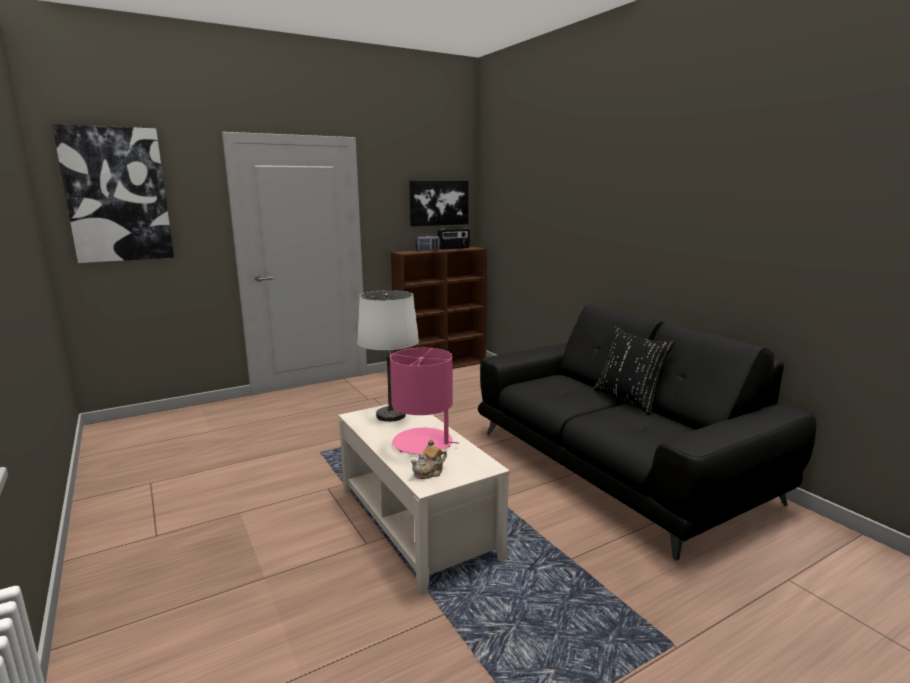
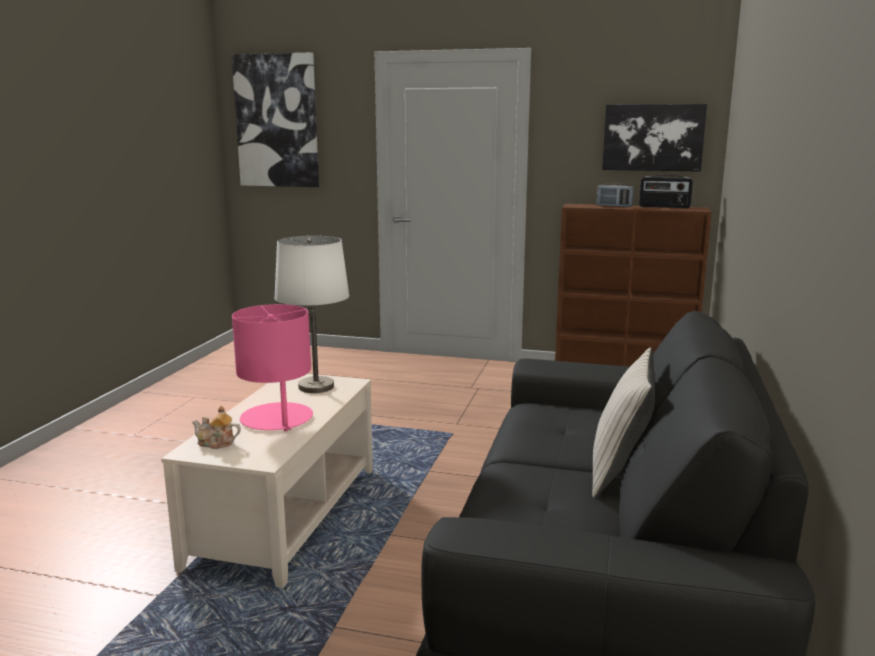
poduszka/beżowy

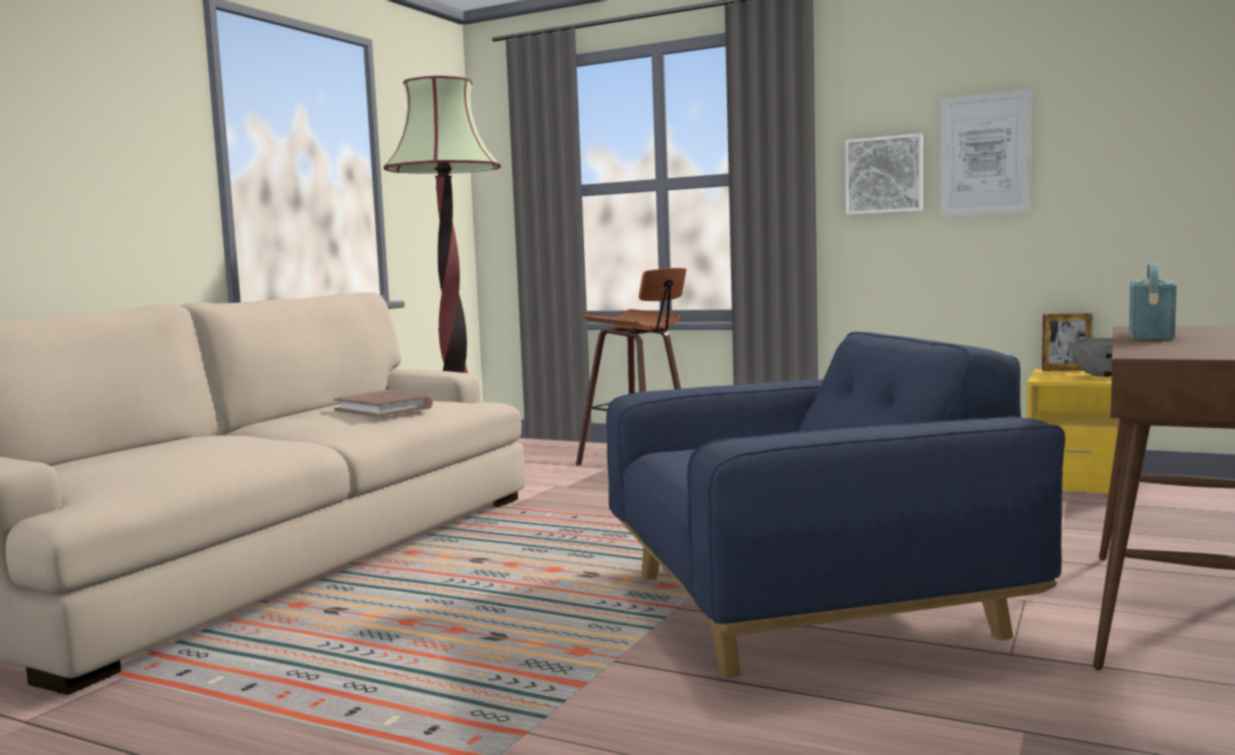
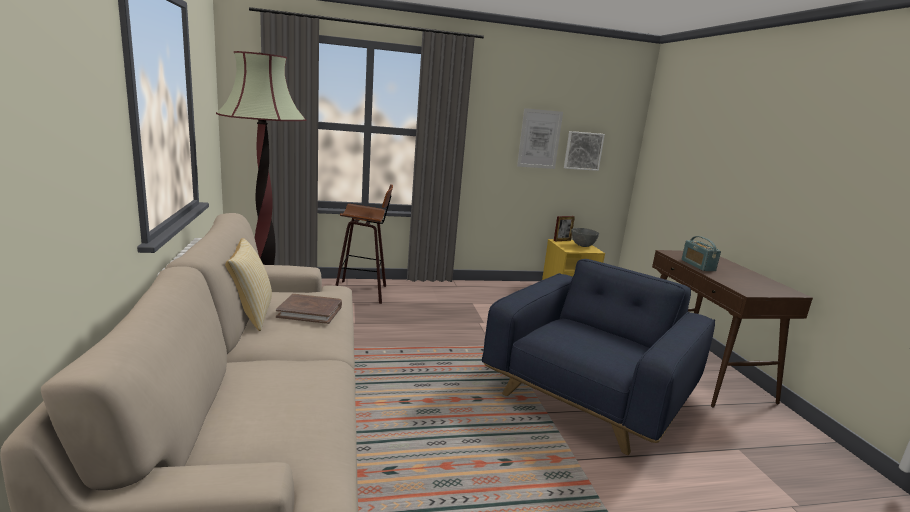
obraz (2nd from left)
poduszka

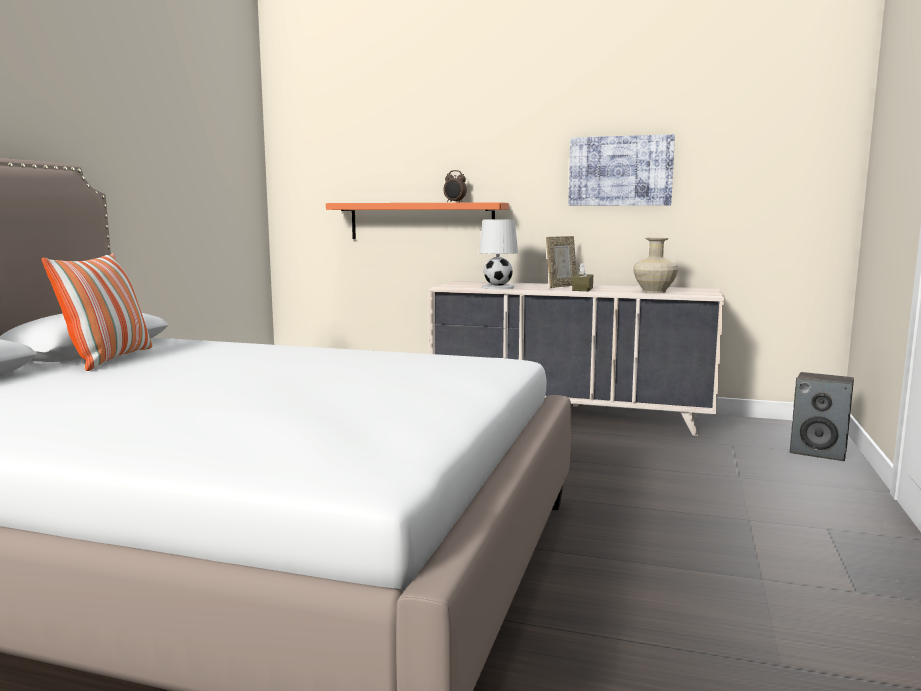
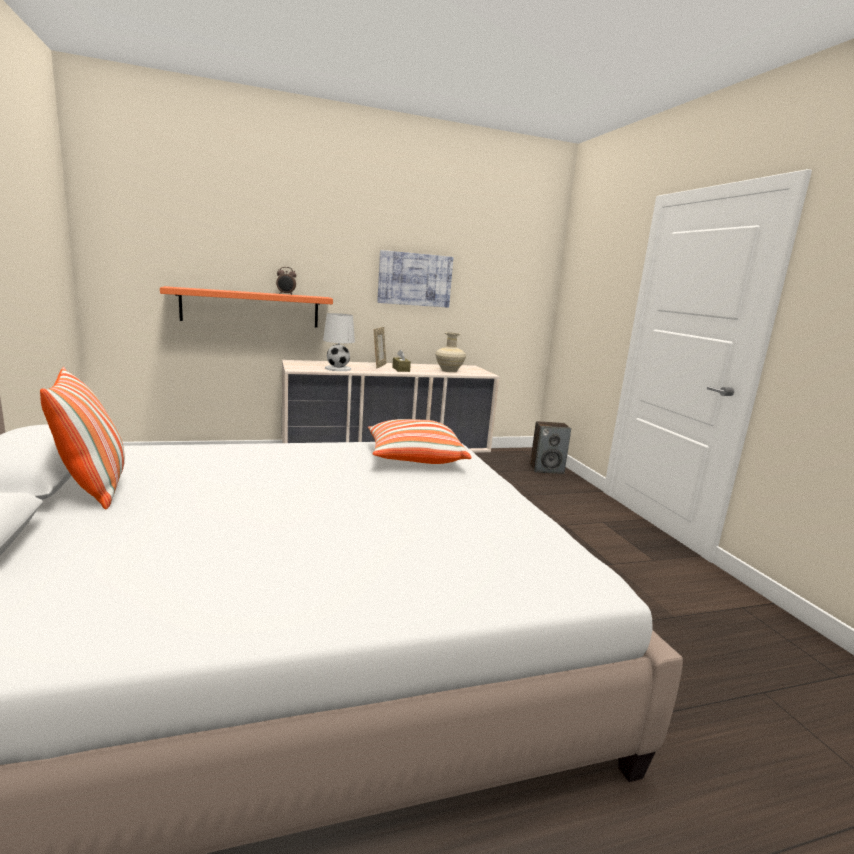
poduszka (2nd from left)

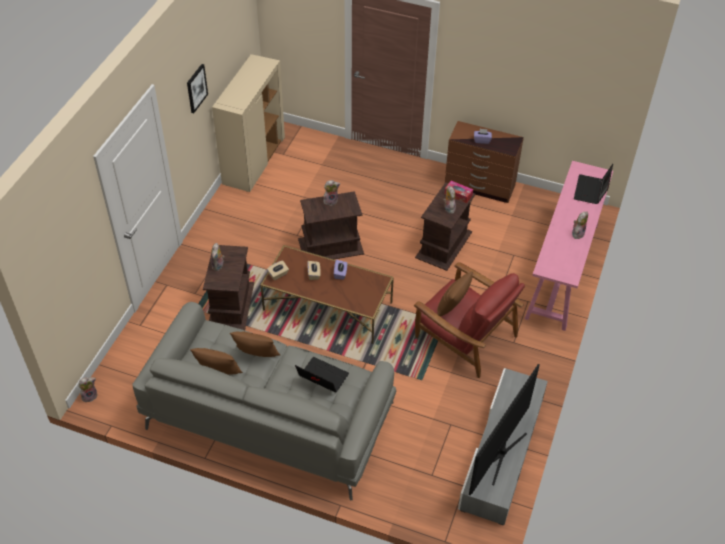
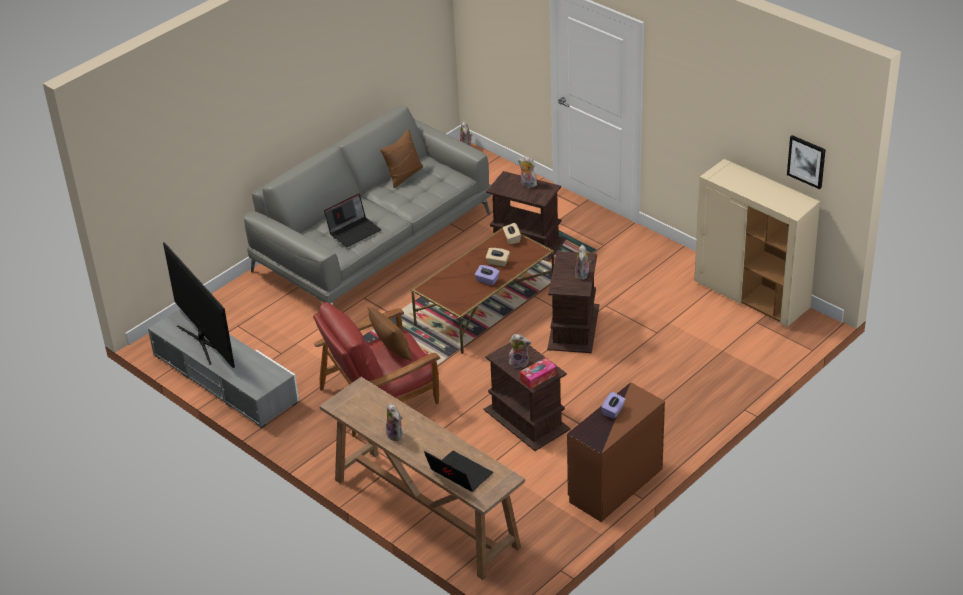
obraz
stolik konsolowy/brązowy
poduszka/brązowy (2nd from left in the first image)

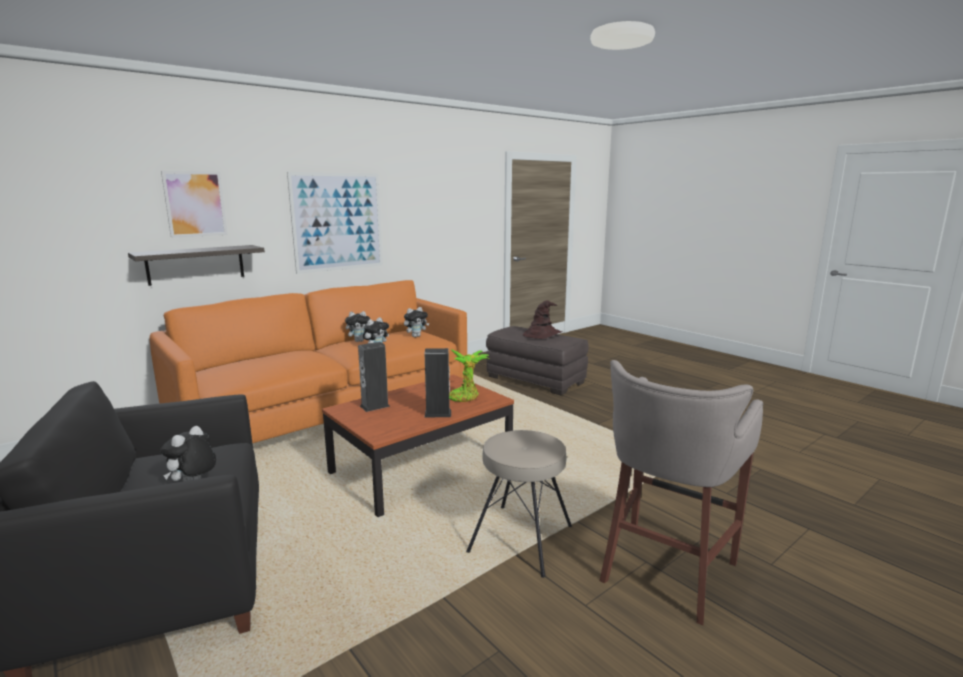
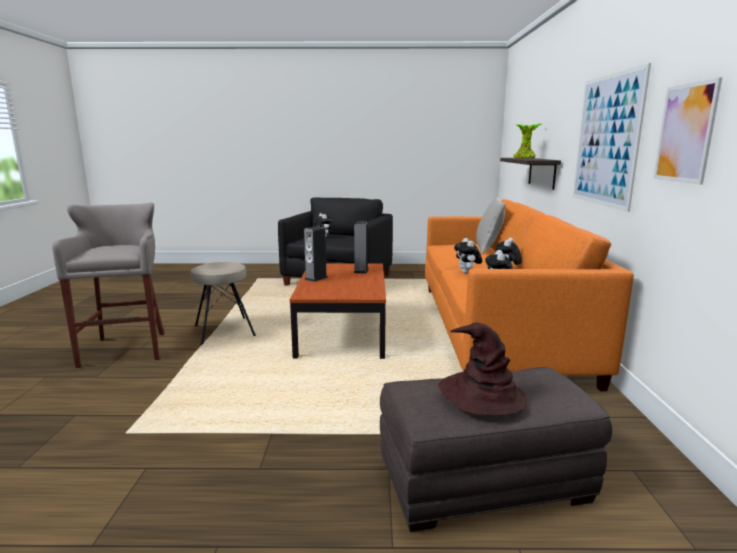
obraz (2nd from left)
roślina doniczkowa
poduszka/szary

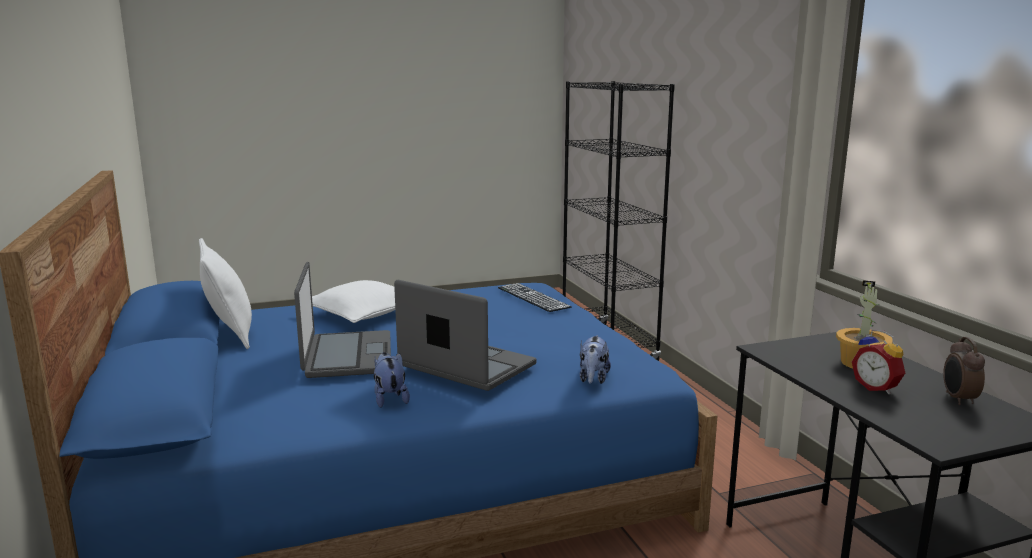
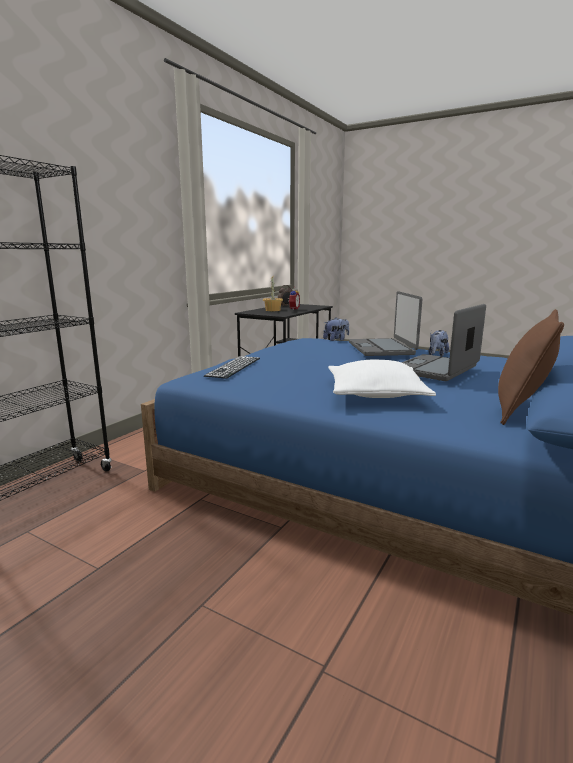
poduszka/brązowy

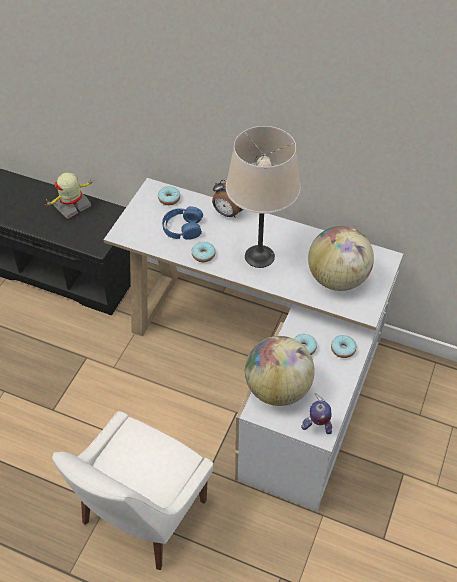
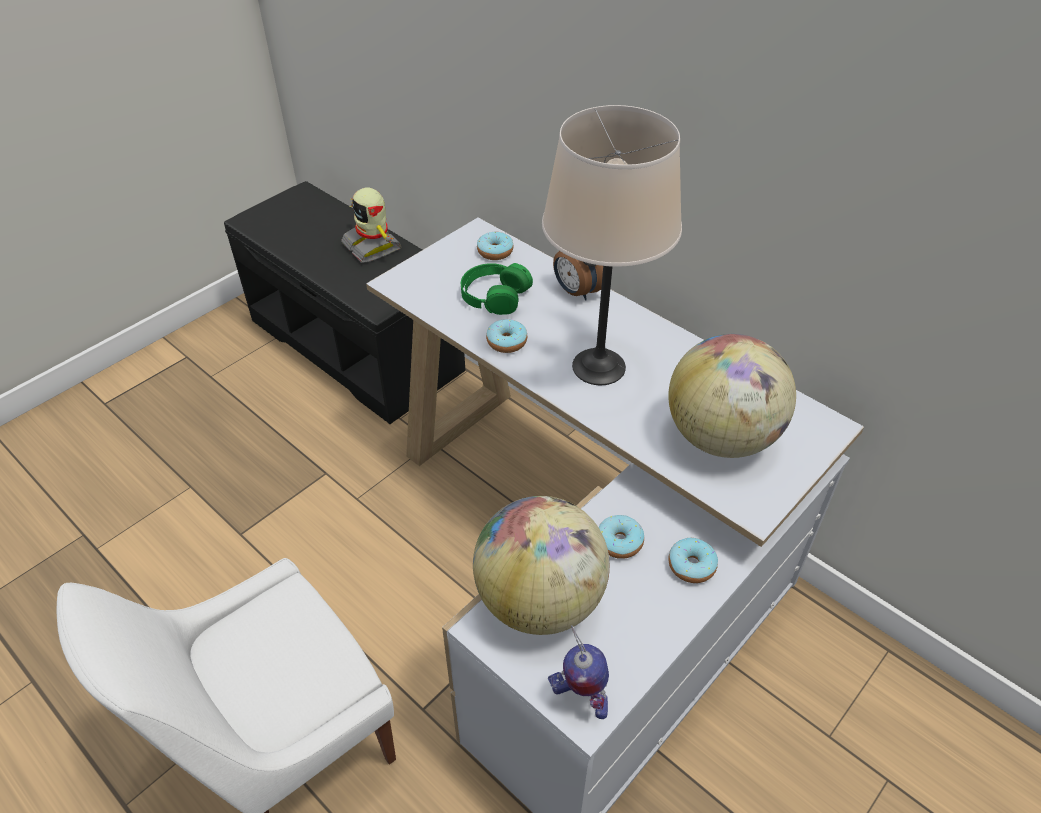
robot zabawkowy (1st from left)
słuchawki/zielony

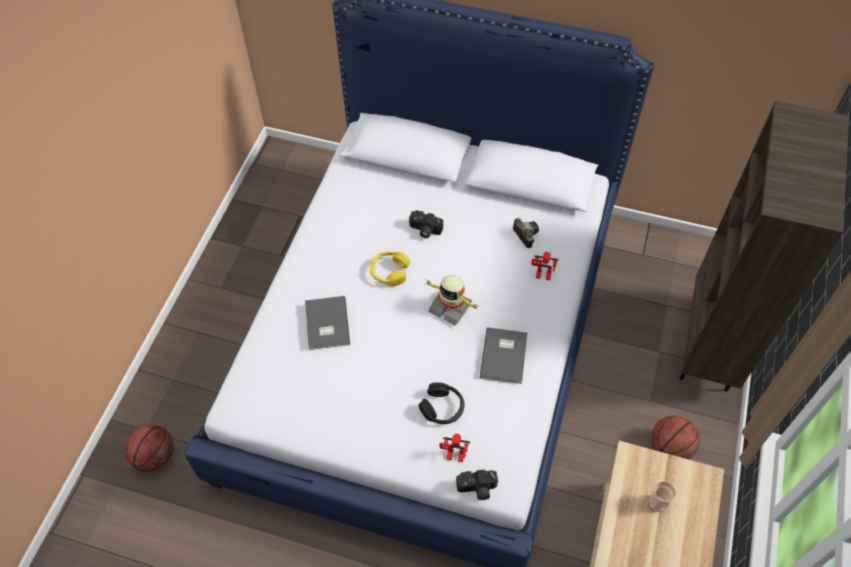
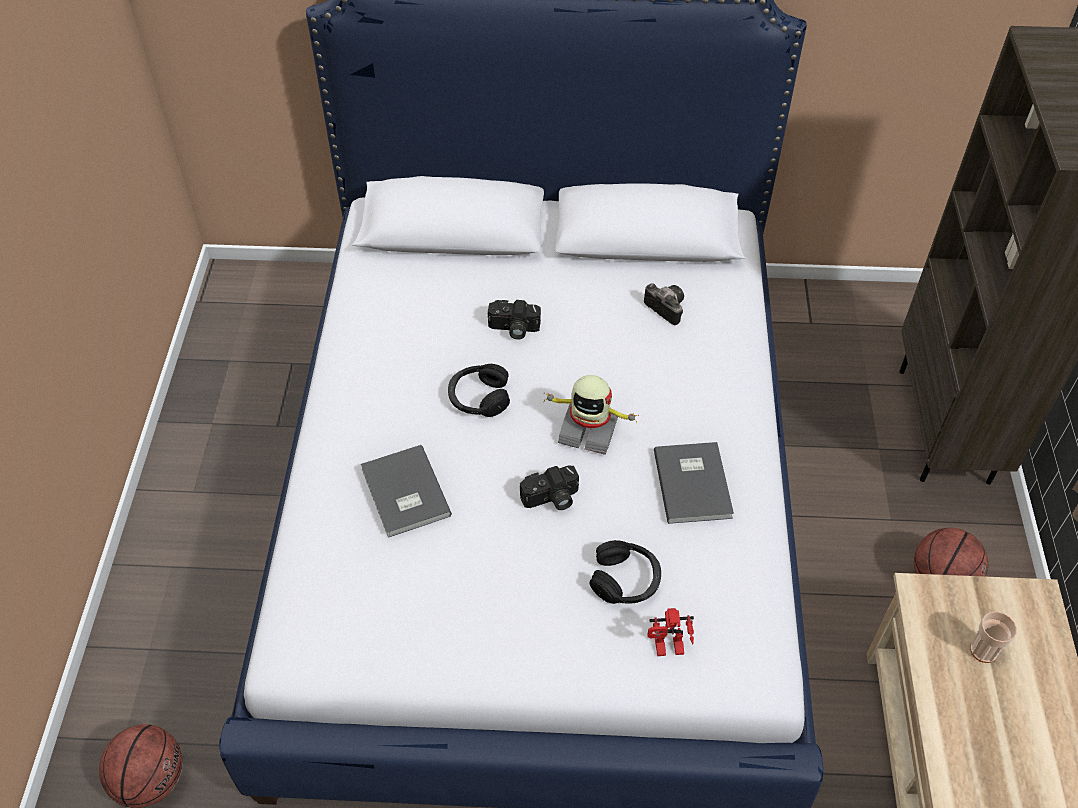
słuchawki/czarny (1st from left)
robot zabawkowy (3rd from left in the first image)
aparat fotograficzny (2nd from left)

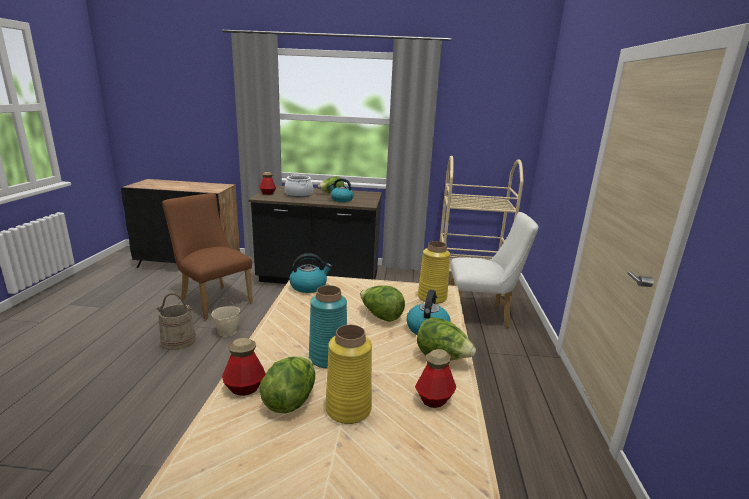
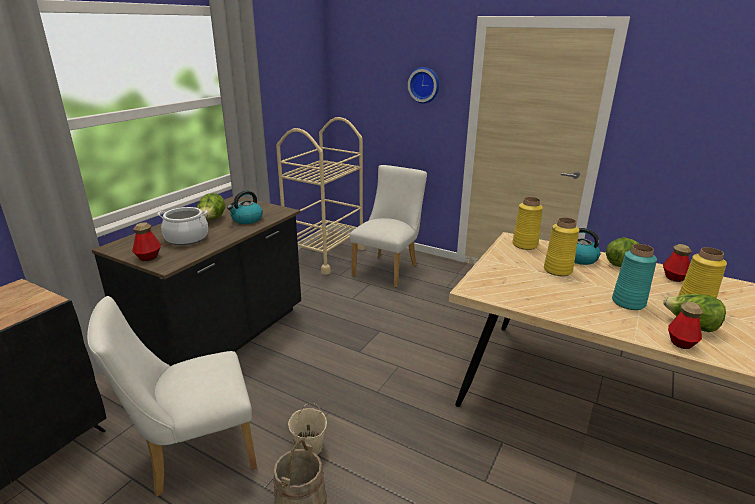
krzesło/biały (1st from left)
czajnik (1st from left in the first image)
wazon/żółty (2nd from left)
zegar ścienny

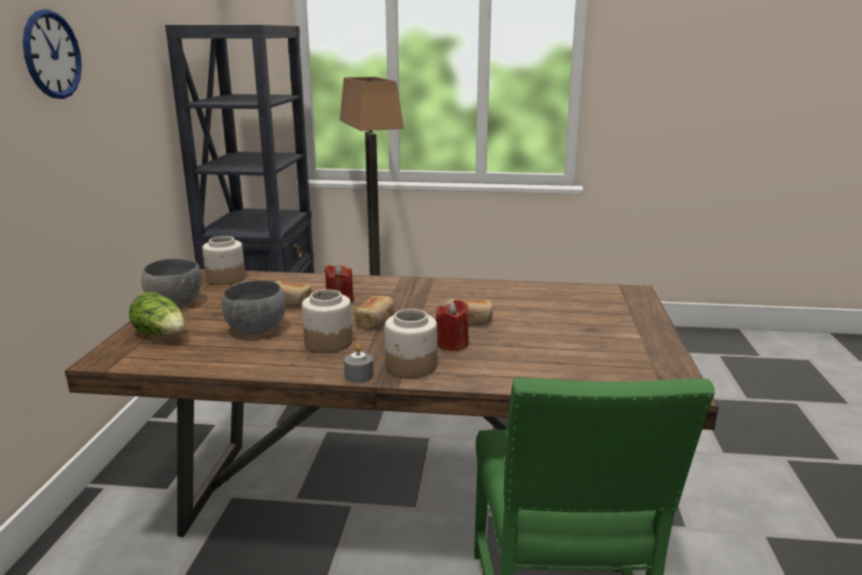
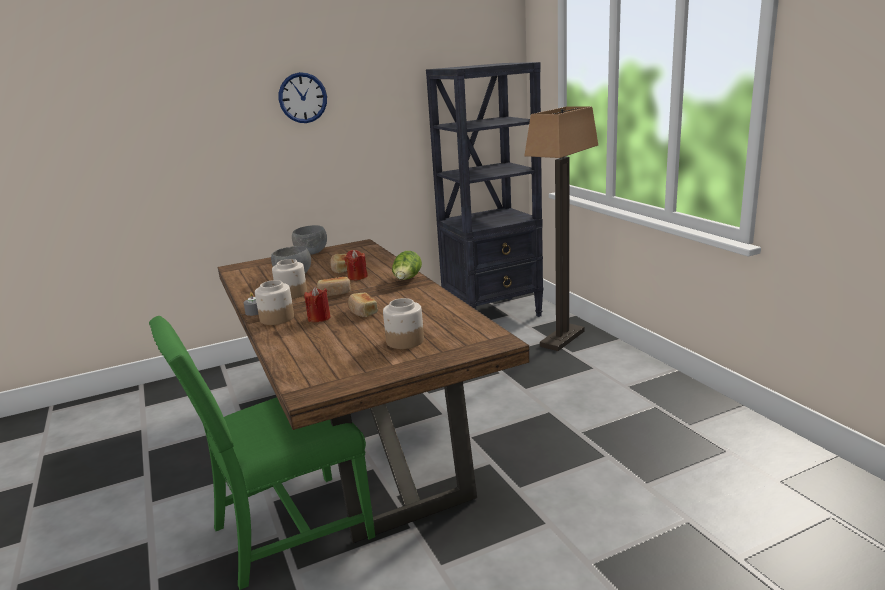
słoik (3rd from left)
sałata

